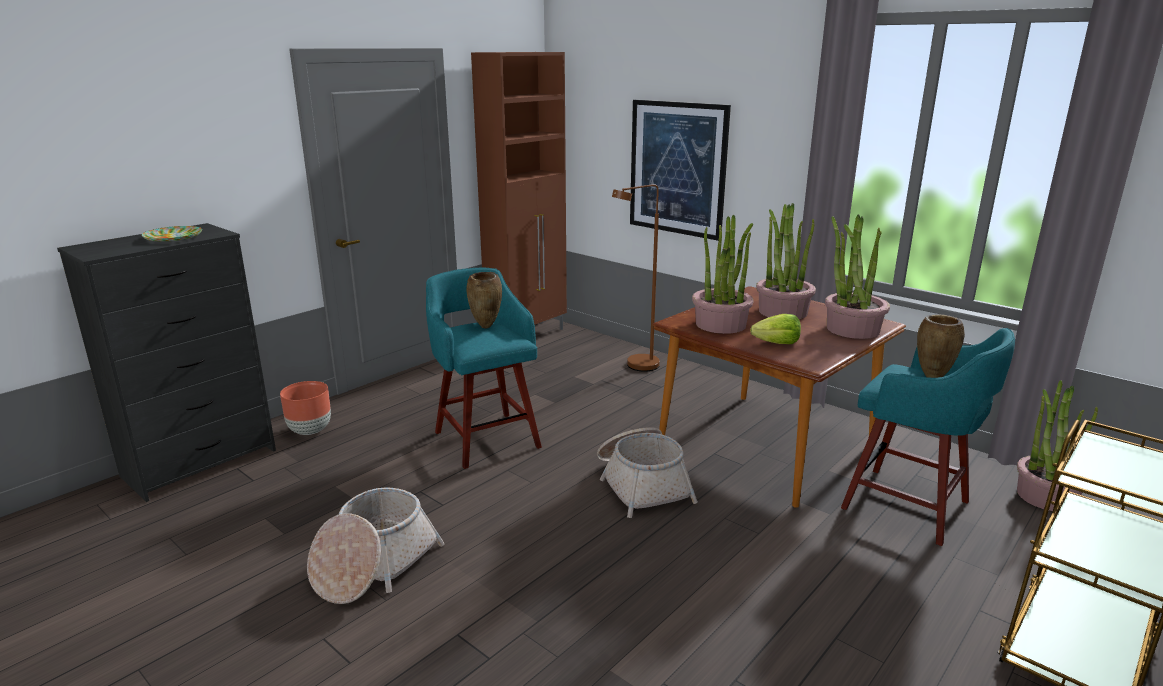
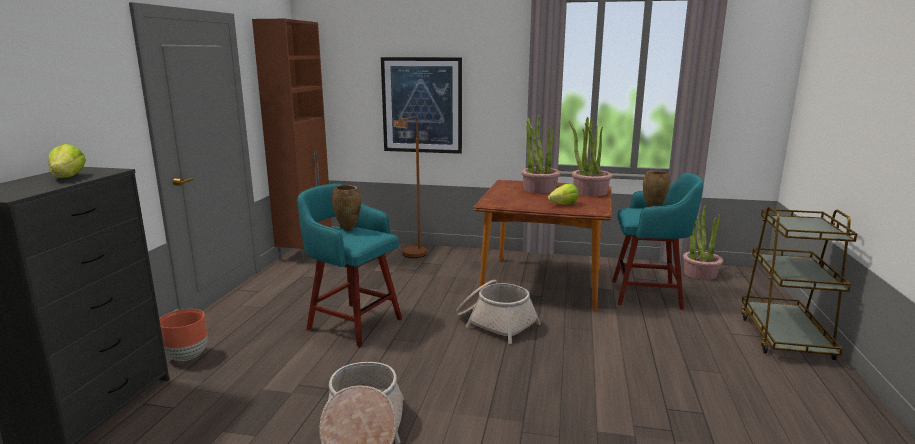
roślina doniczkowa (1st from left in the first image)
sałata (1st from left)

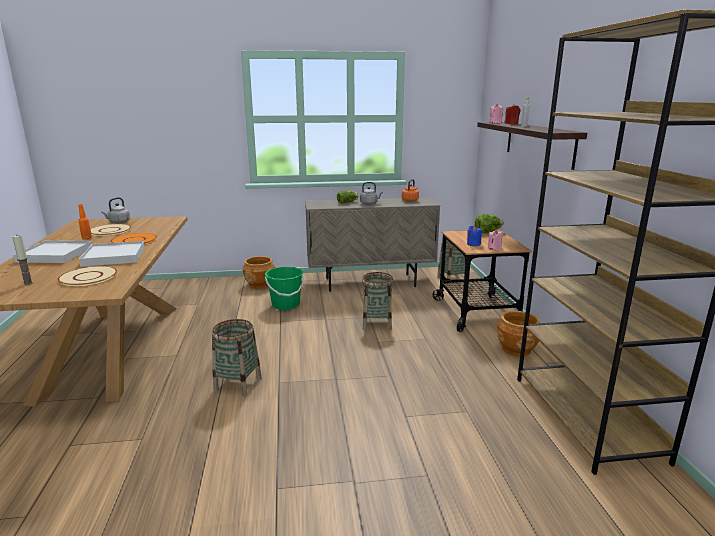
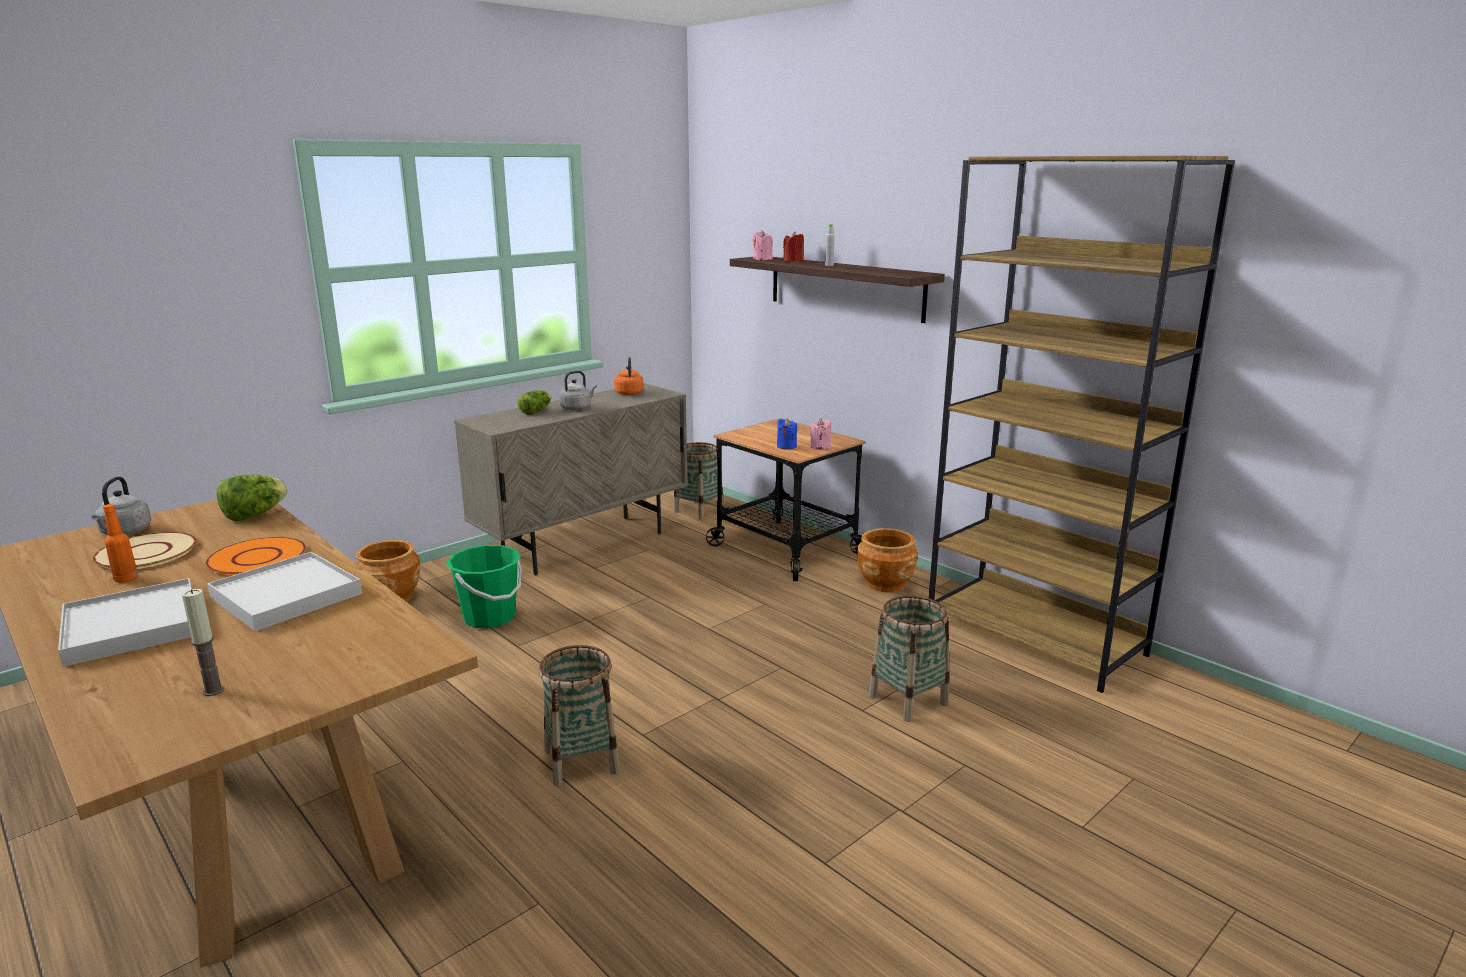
sałata (1st from left)
talerz/beżowy (1st from left in the first image)
koszyk (3rd from left)

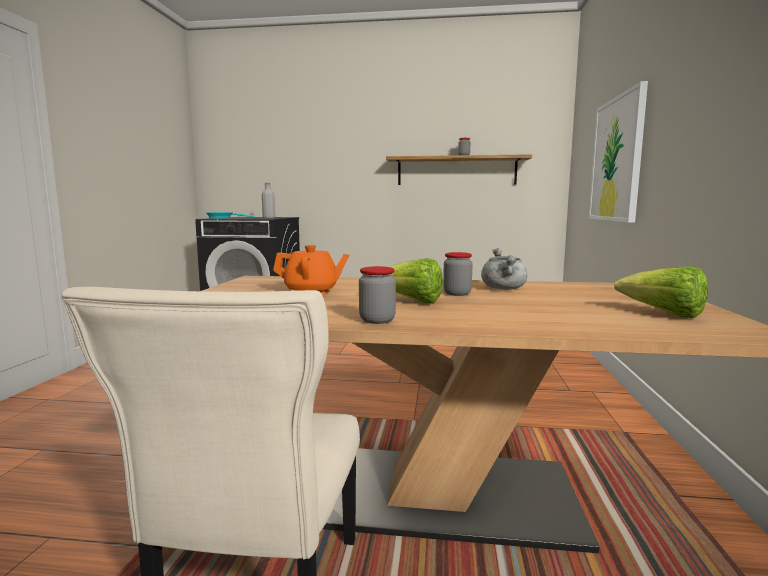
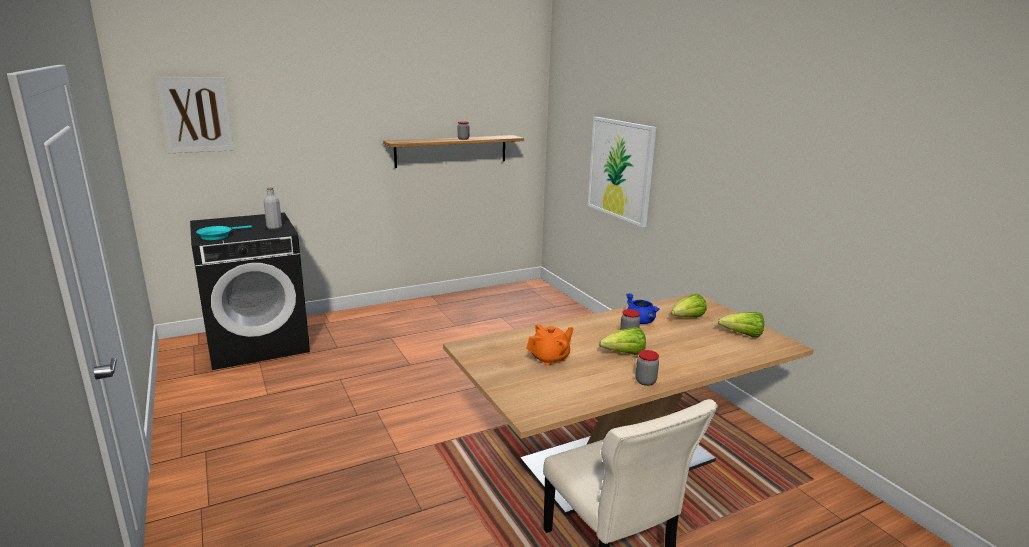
garnek/niebieski
obraz (1st from left)
sałata (2nd from left)

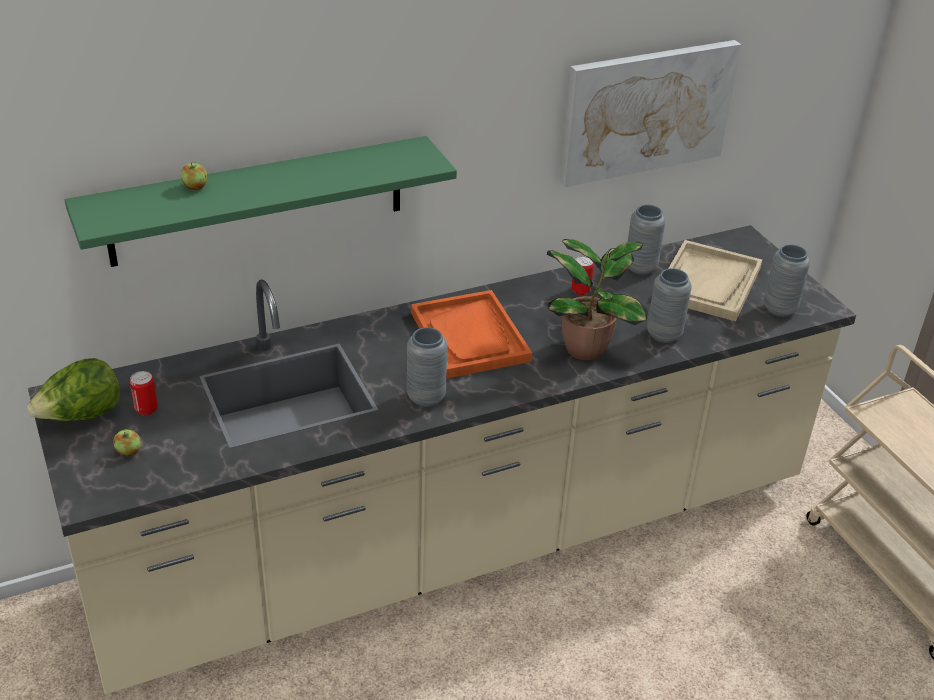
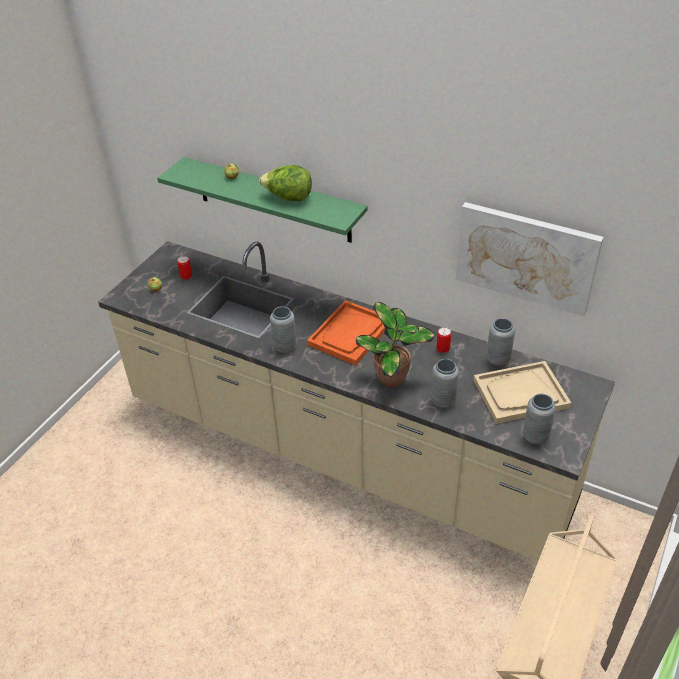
sałata

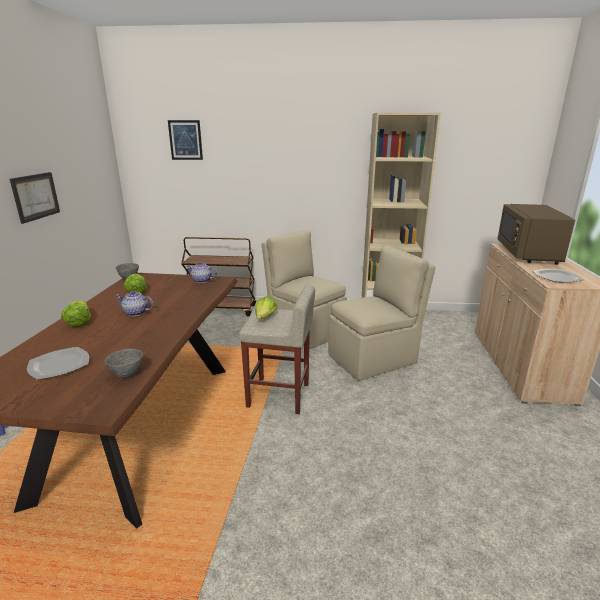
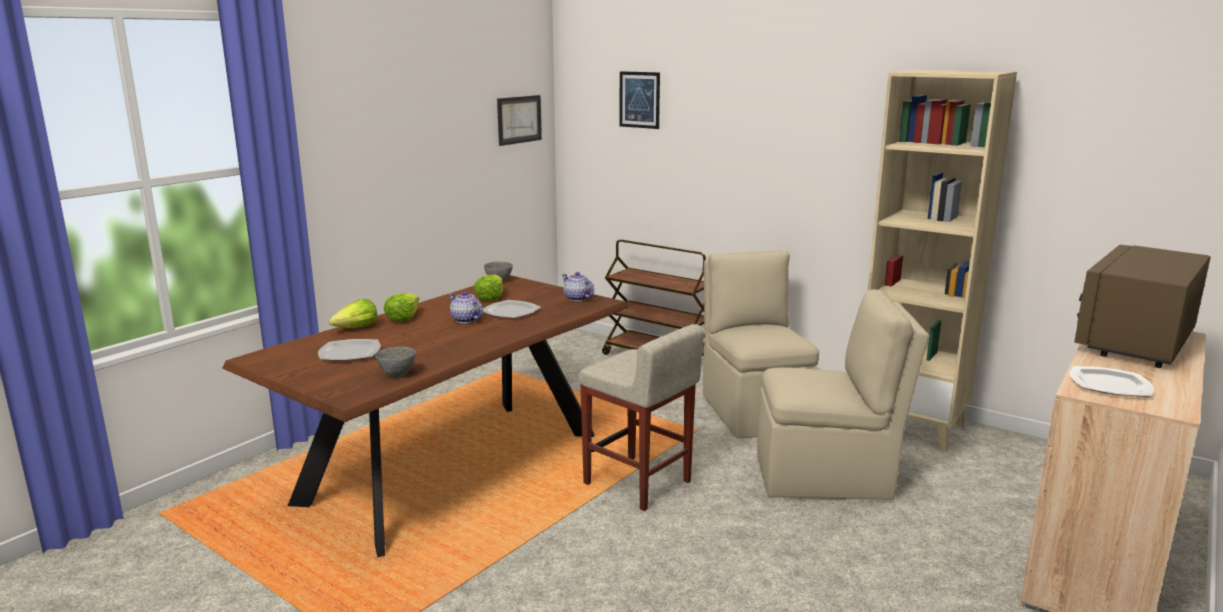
obraz (1st from left)
sałata (1st from left)
talerz (2nd from left)

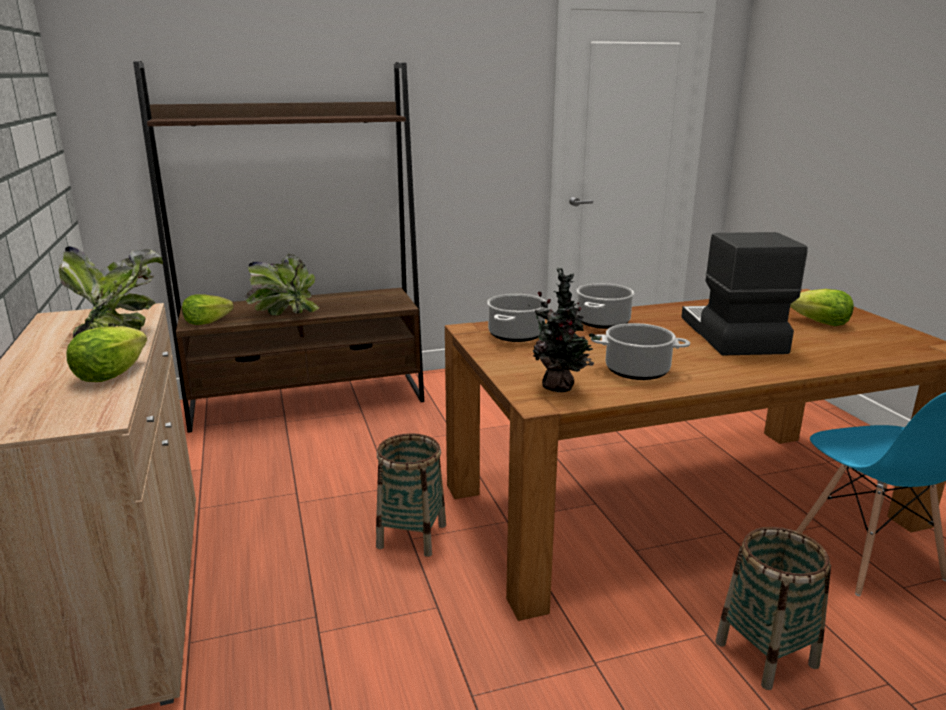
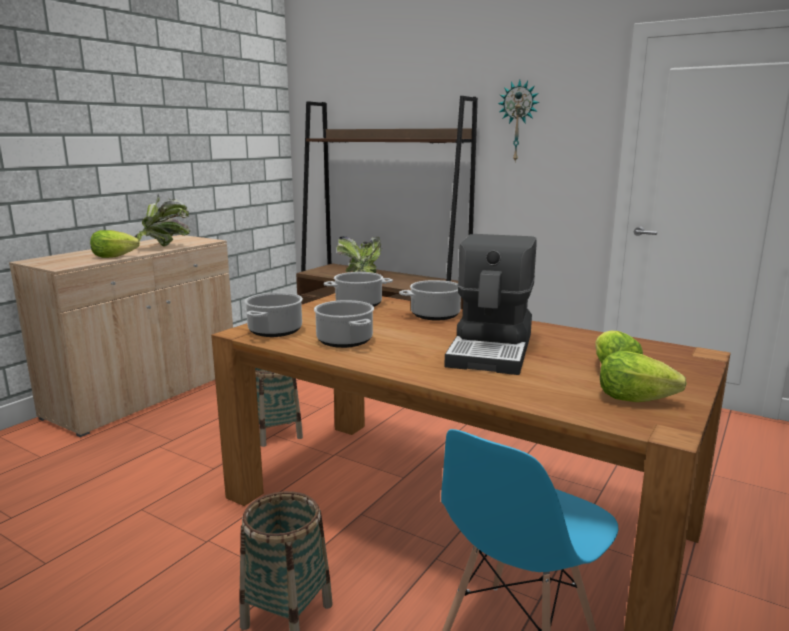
ekspres do kawy
garnek (1st from left)
sałata (3rd from left)
zegar ścienny

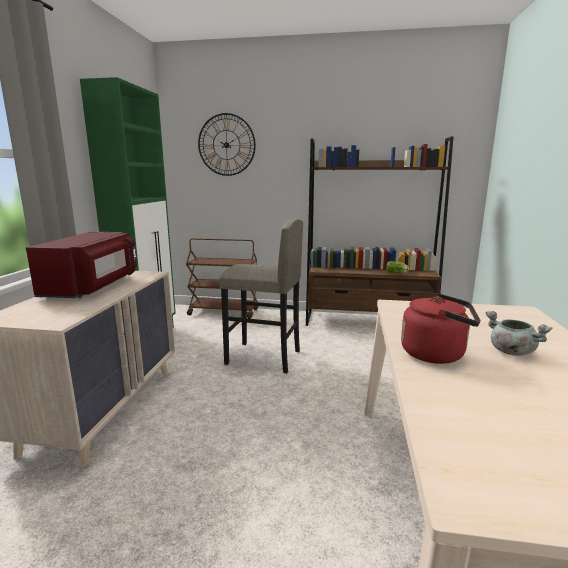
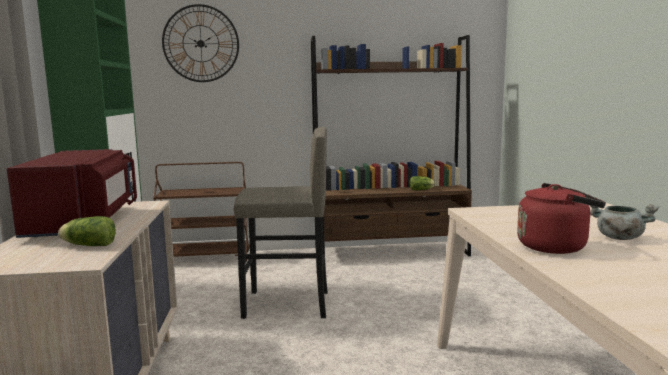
sałata (1st from left)

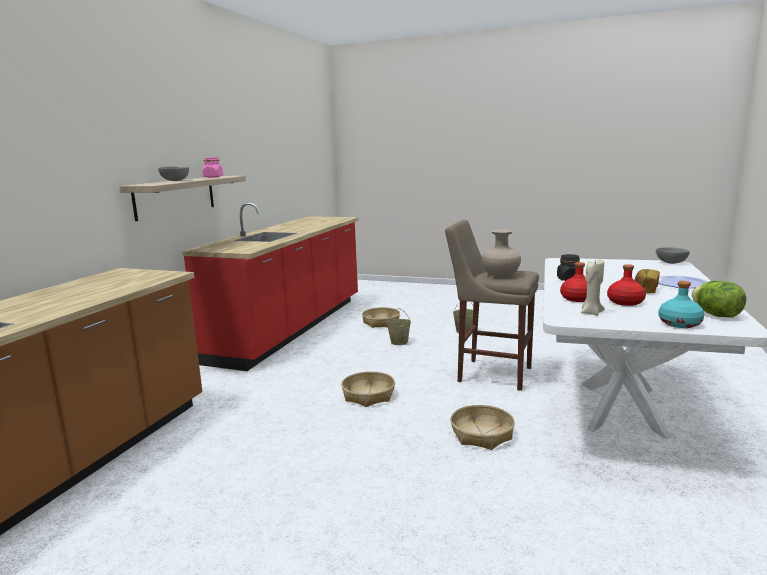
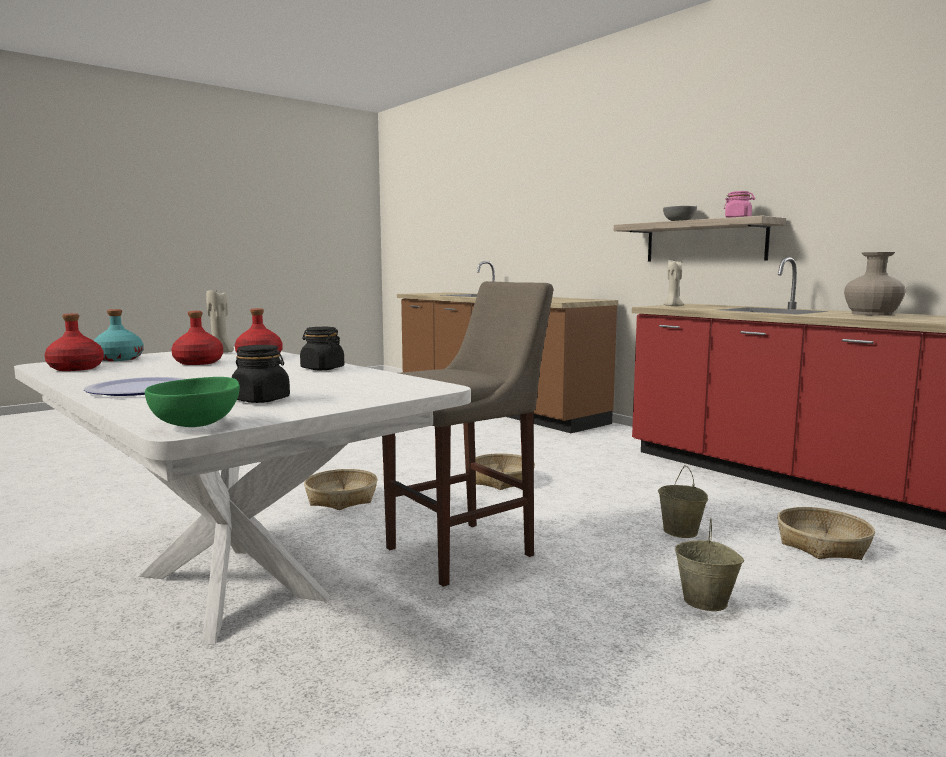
wazon/beżowy
miska/zielony
chleb
butelka/czerwony (1st from left)
świeca/beżowy (2nd from left)
słoik/czarny (1st from left)

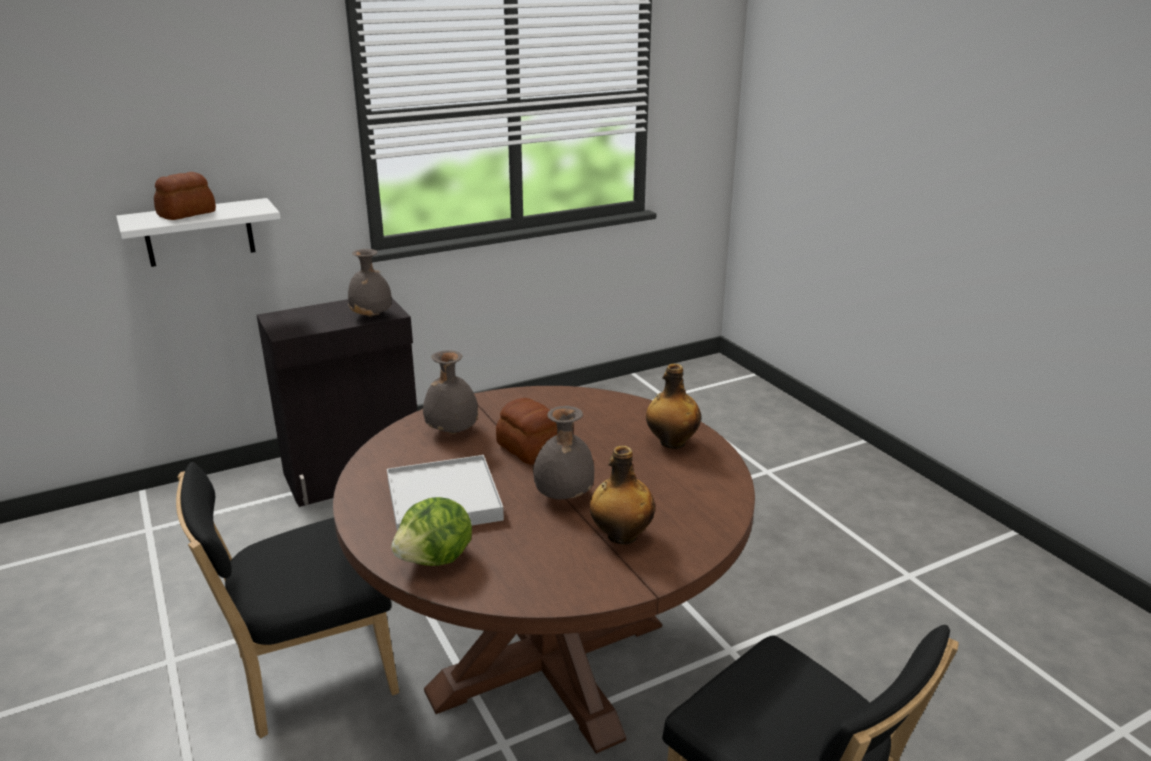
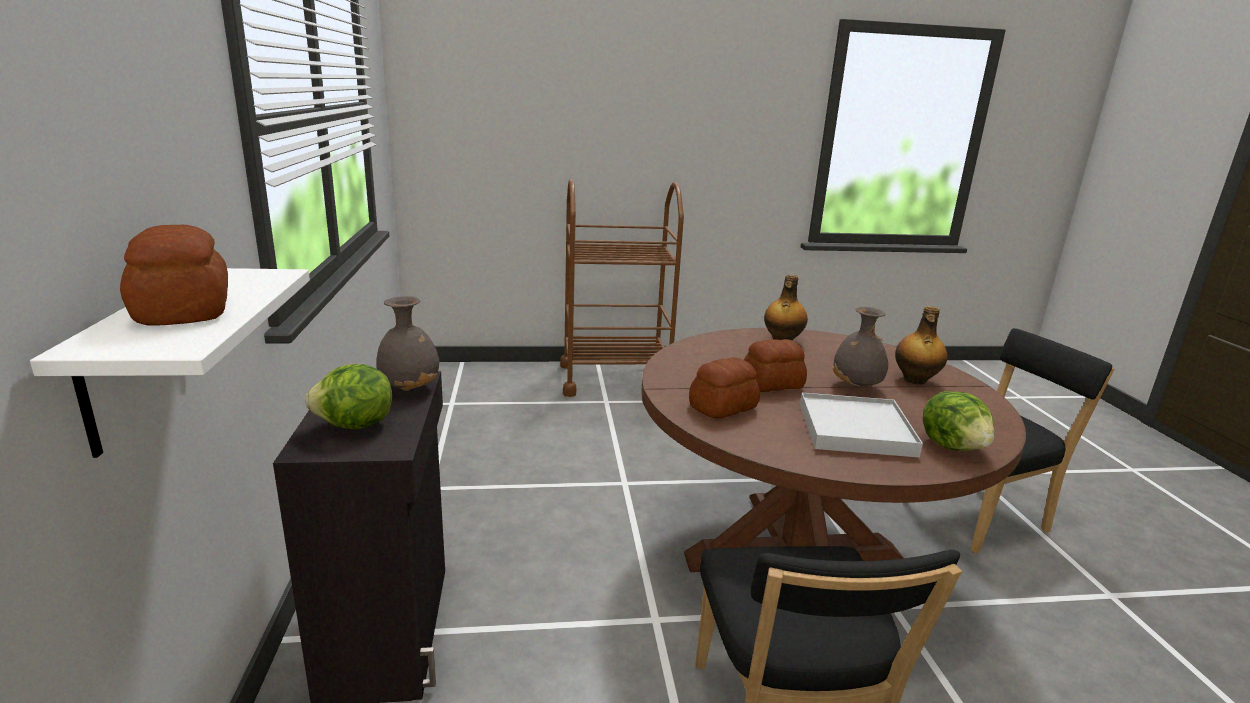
chleb (2nd from left)
wózek/brązowy
sałata (1st from left)

